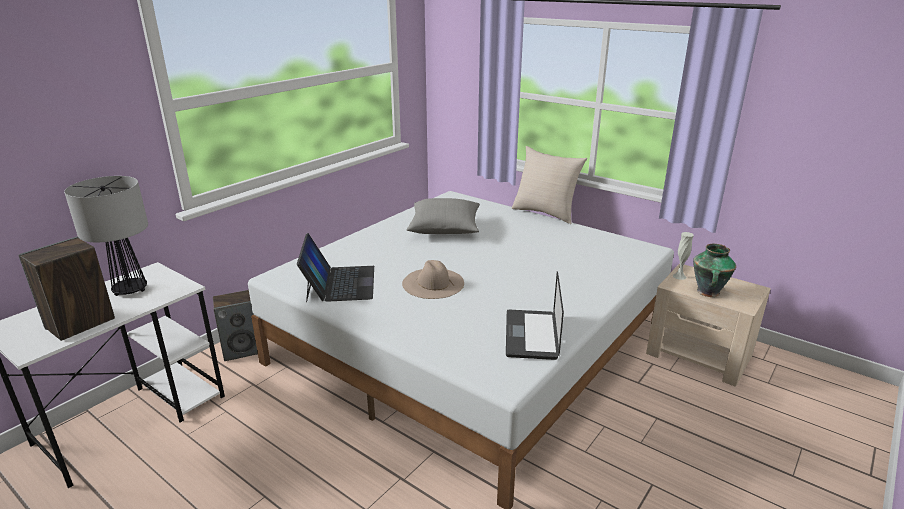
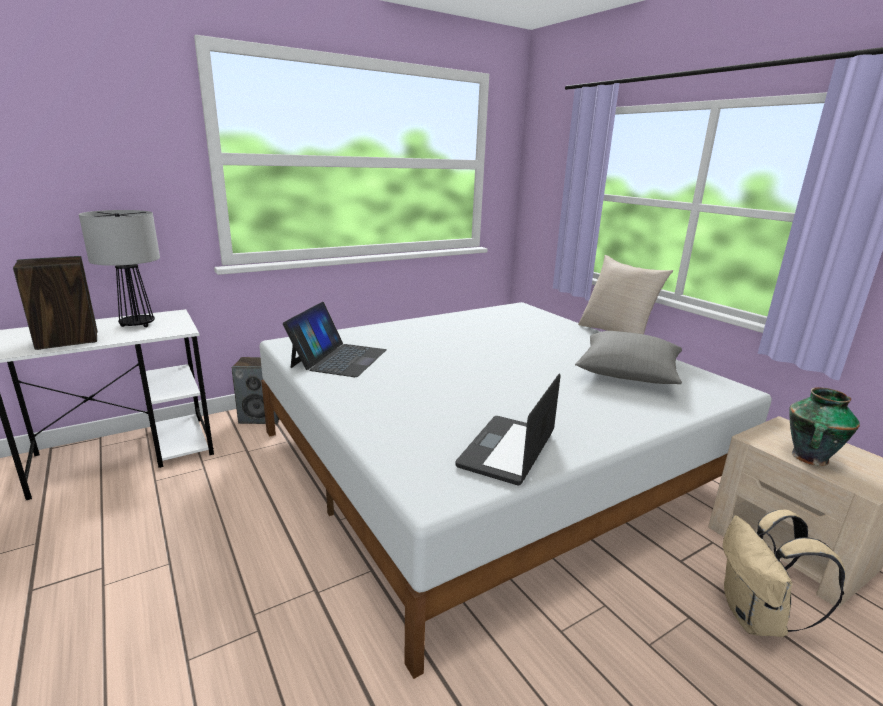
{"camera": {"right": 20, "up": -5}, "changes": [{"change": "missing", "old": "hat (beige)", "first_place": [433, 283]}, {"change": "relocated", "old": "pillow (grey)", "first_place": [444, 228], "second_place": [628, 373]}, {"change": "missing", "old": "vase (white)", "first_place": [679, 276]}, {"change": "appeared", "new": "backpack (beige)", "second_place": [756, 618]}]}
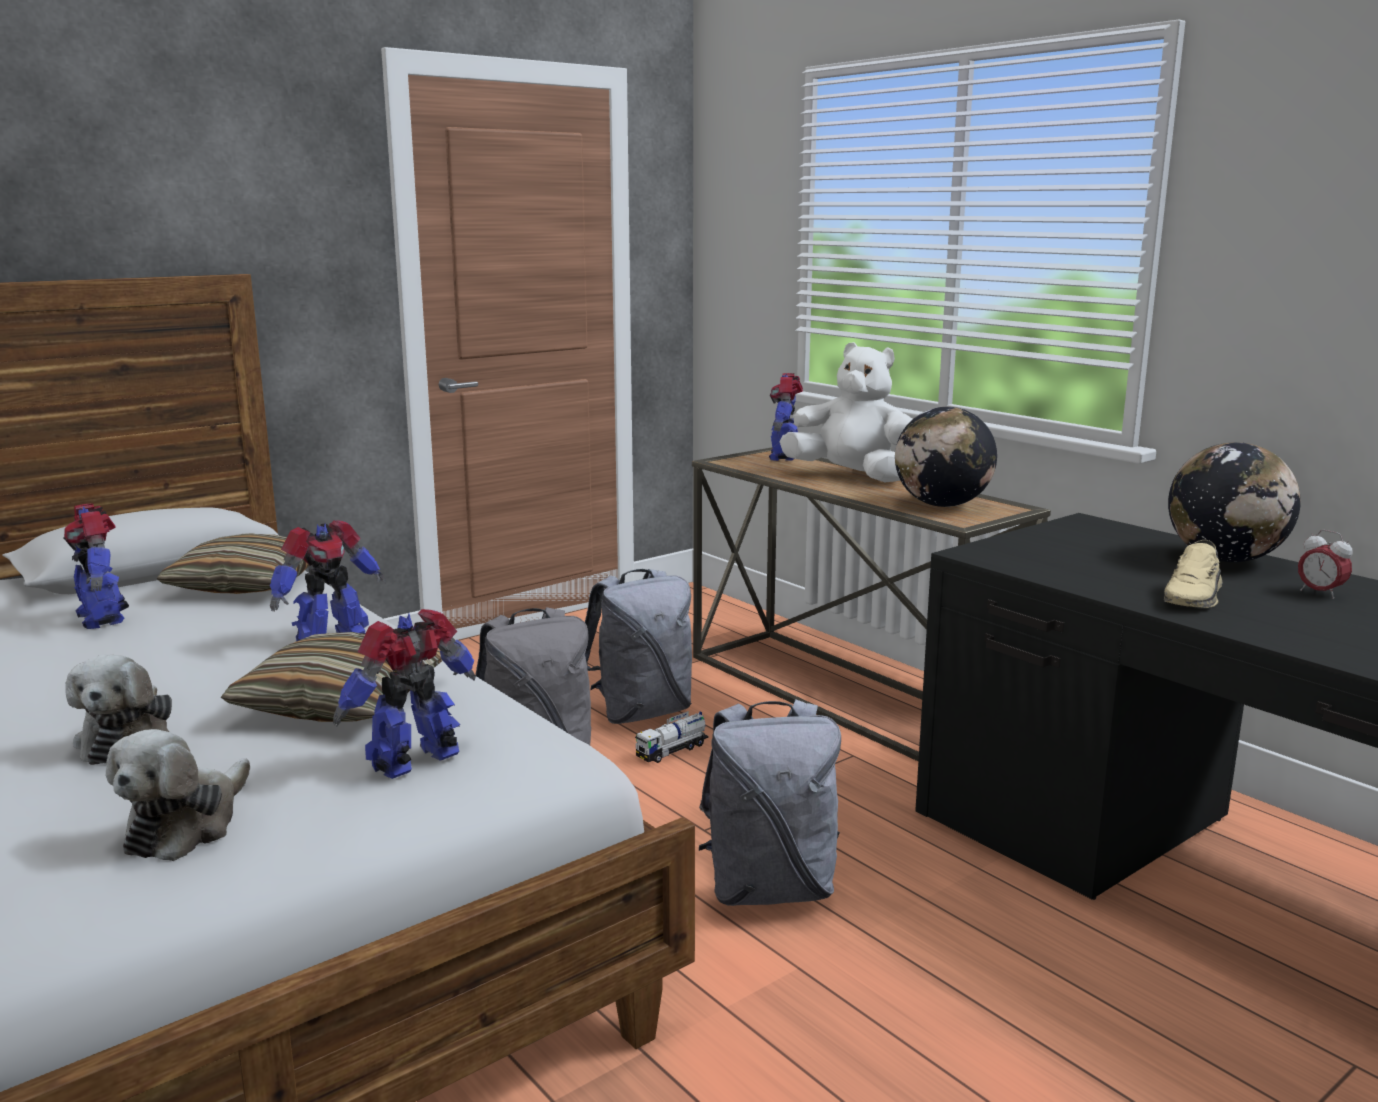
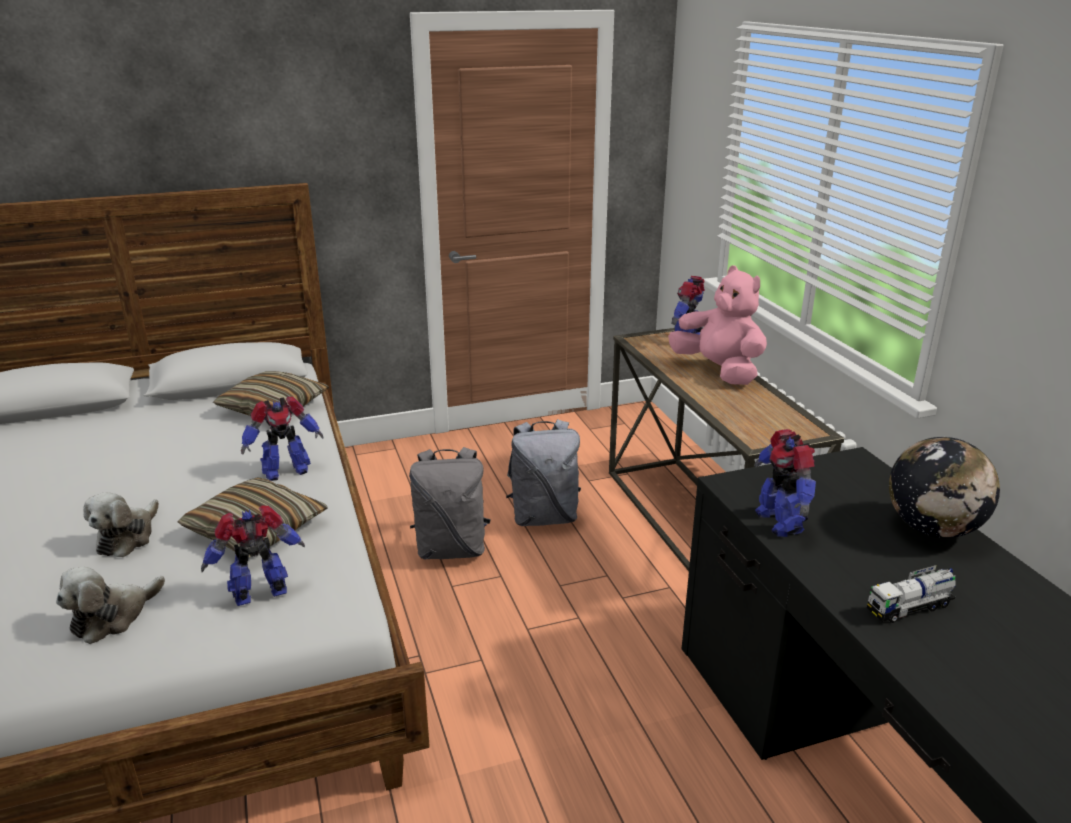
{"camera": {"right": 20, "up": 10}, "changes": [{"change": "relocated", "old": "toy robot", "first_place": [102, 617], "second_place": [780, 521]}, {"change": "relocated", "old": "toy truck", "first_place": [672, 751], "second_place": [909, 608]}, {"change": "missing", "old": "backpack (grey)", "first_place": [769, 888]}, {"change": "colour", "old": "plush toy (white)", "new": "plush toy (pink)", "first_place": [851, 476], "second_place": [718, 371]}, {"change": "missing", "old": "globe", "first_place": [942, 505]}, {"change": "missing", "old": "shoe (beige)", "first_place": [1195, 597]}, {"change": "missing", "old": "alarm clock", "first_place": [1320, 593]}]}
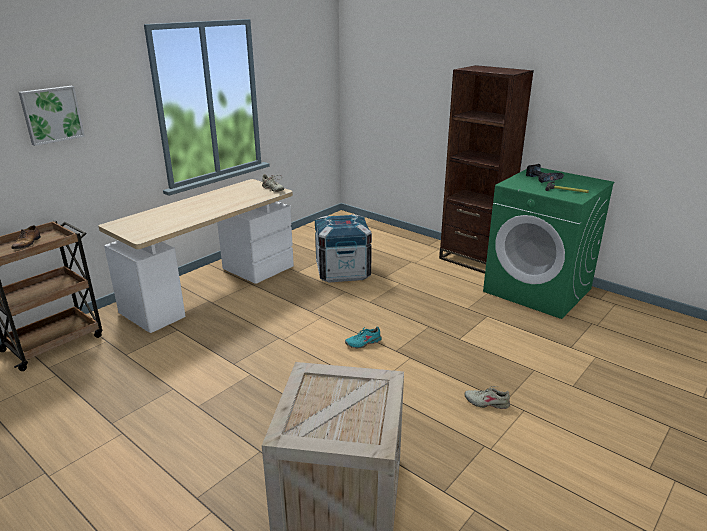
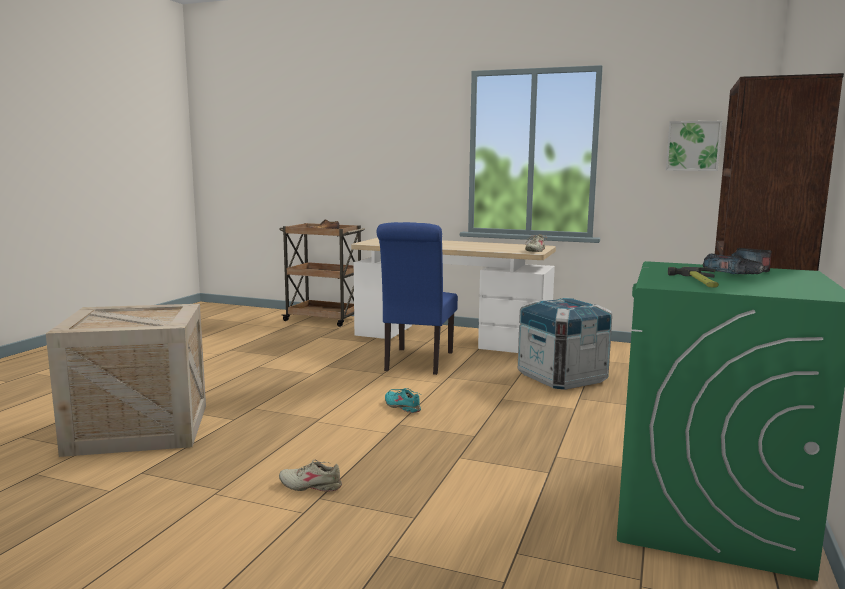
{"camera": {"right": 70, "up": -15}, "changes": [{"change": "relocated", "old": "picture", "first_place": [51, 114], "second_place": [693, 146]}, {"change": "spun", "old": "shoe (beige)", "first_place": [487, 402], "second_place": [311, 486], "degrees": -75}, {"change": "appeared", "new": "chair (blue)", "second_place": [417, 362]}]}
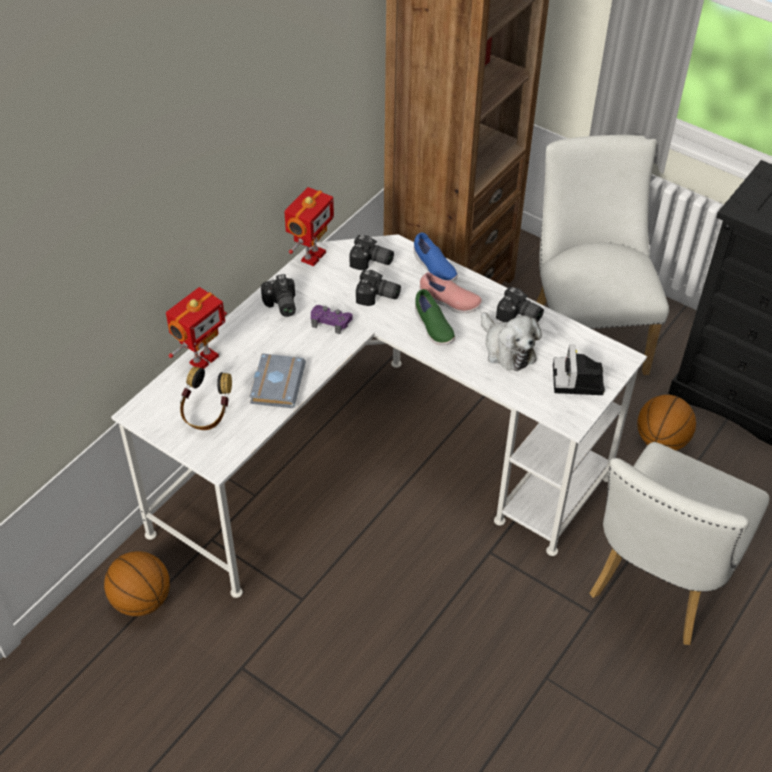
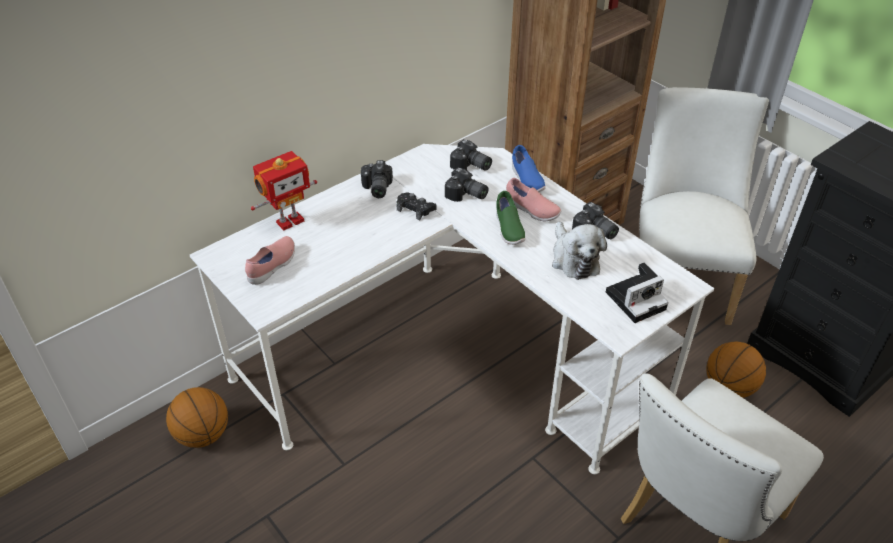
{"camera": {"right": 15, "up": -5}, "changes": [{"change": "exchanged", "old": "headphones", "new": "shoe (pink)", "first_place": [206, 413], "second_place": [273, 266]}, {"change": "missing", "old": "book (grey)", "first_place": [276, 383]}, {"change": "missing", "old": "toy robot", "first_place": [311, 256]}, {"change": "colour", "old": "game controller (purple)", "new": "game controller (black)", "first_place": [330, 322], "second_place": [415, 209]}, {"change": "spun", "old": "photo camera", "first_place": [578, 381], "second_place": [636, 299], "degrees": -135}]}
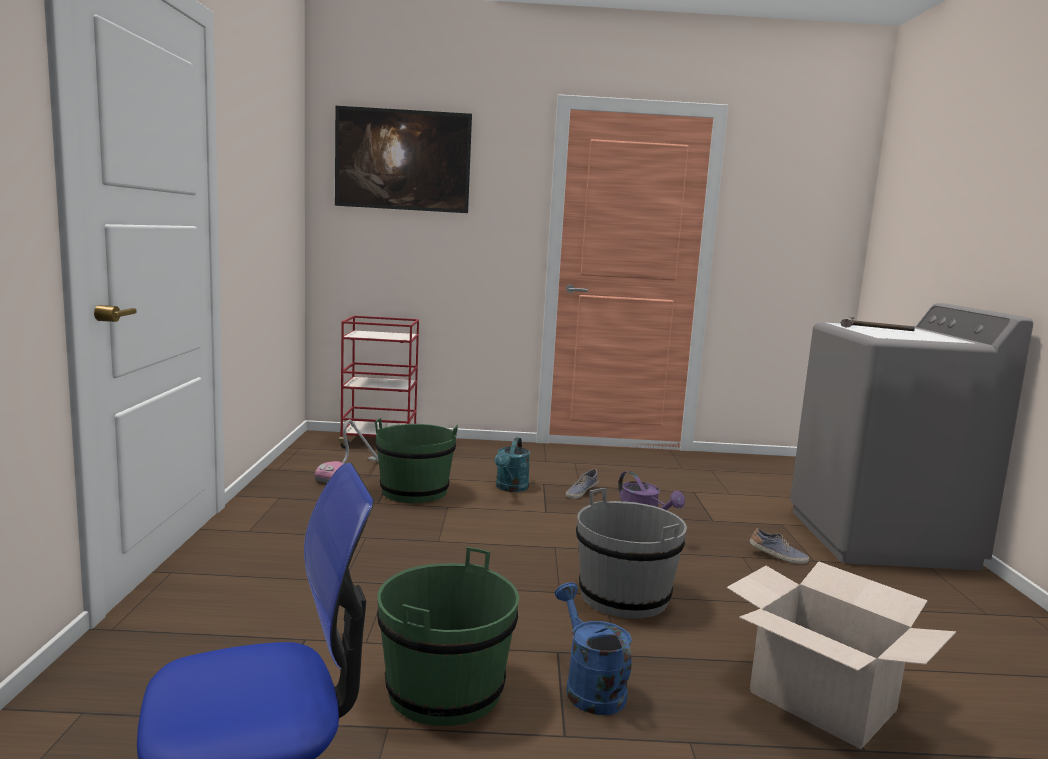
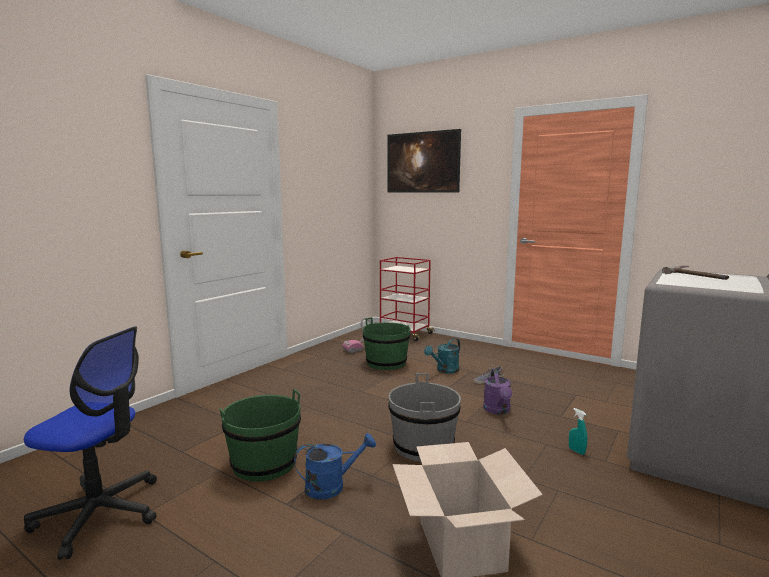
{"camera": {"right": 35, "up": 0}, "changes": [{"change": "spun", "old": "watering can (blue)", "first_place": [589, 687], "second_place": [332, 486], "degrees": 60}, {"change": "exchanged", "old": "shoe", "new": "spray bottle (turquoise)", "first_place": [778, 557], "second_place": [576, 451]}]}
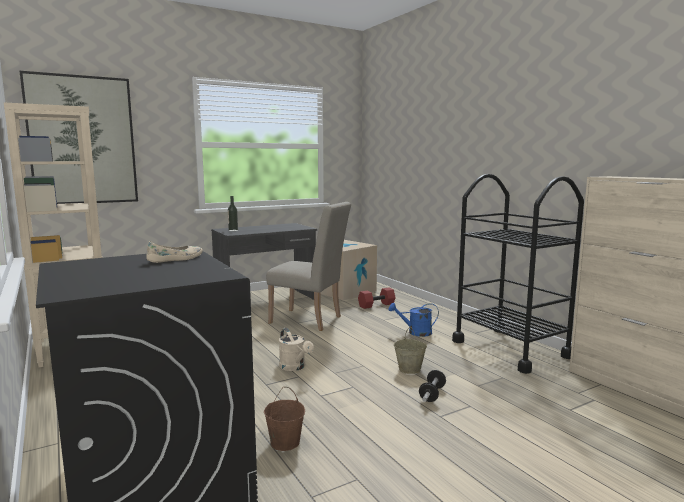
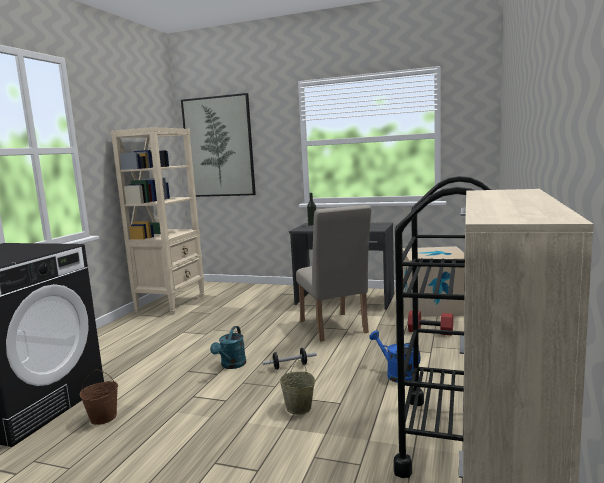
{"camera": {"right": 50, "up": 0}, "changes": [{"change": "missing", "old": "shoe (beige)", "first_place": [176, 259]}, {"change": "colour", "old": "watering can (beige)", "new": "watering can (turquoise)", "first_place": [295, 367], "second_place": [231, 365]}, {"change": "relocated", "old": "dumbbell", "first_place": [432, 394], "second_place": [290, 366]}]}
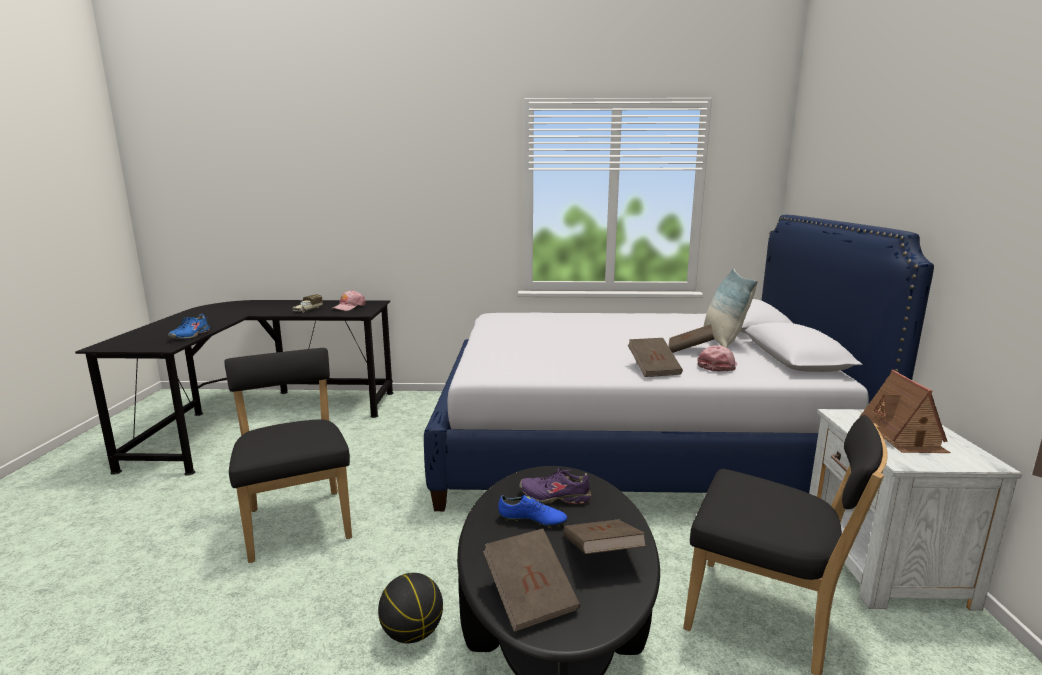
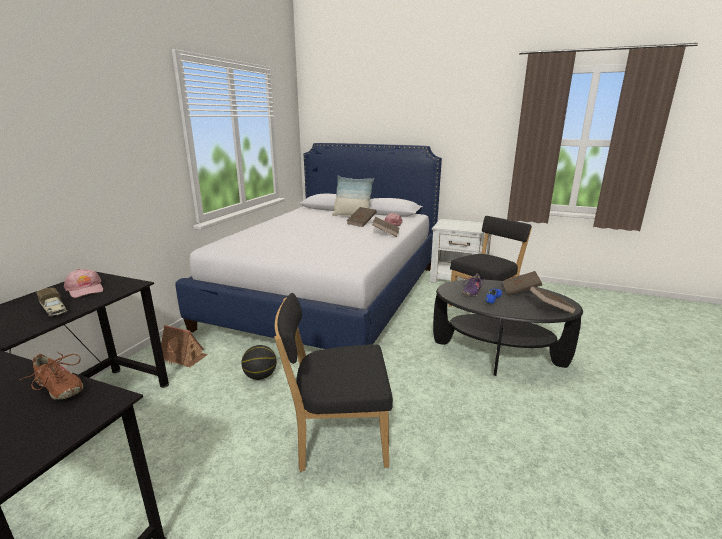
{"camera": {"right": -70, "up": 5}, "changes": [{"change": "colour", "old": "shoe (blue)", "new": "shoe (brown)", "first_place": [190, 335], "second_place": [58, 388]}, {"change": "relocated", "old": "basketball", "first_place": [412, 633], "second_place": [260, 376]}, {"change": "relocated", "old": "toy house", "first_place": [902, 436], "second_place": [183, 357]}]}
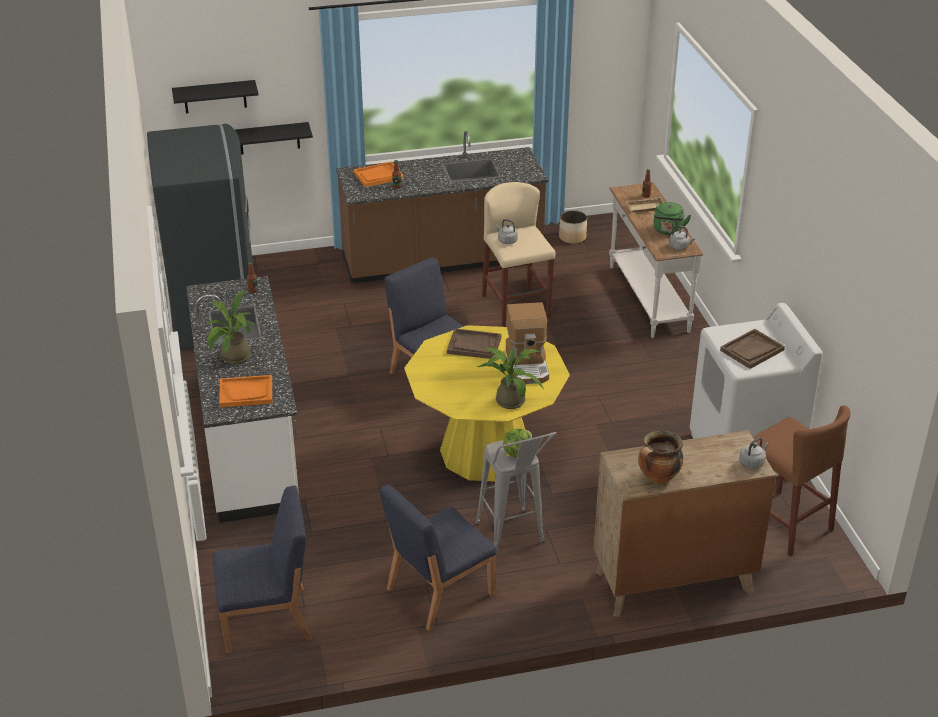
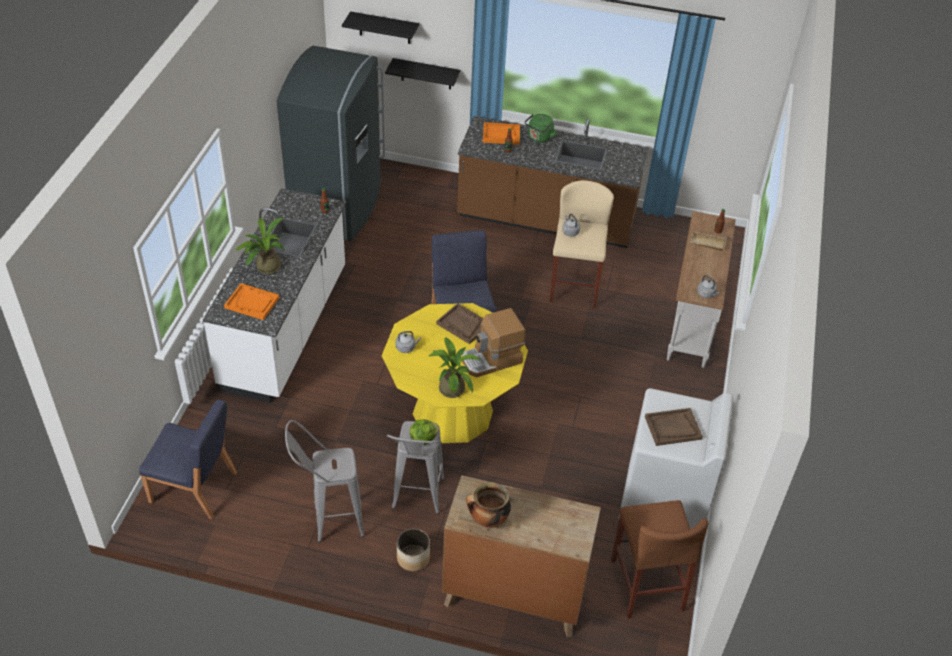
{"camera": {"right": 25, "up": 10}, "changes": [{"change": "exchanged", "old": "chair (blue)", "new": "stool (grey)", "first_place": [438, 591], "second_place": [329, 521]}, {"change": "spun", "old": "coffee machine", "first_place": [528, 364], "second_place": [492, 360], "degrees": 45}, {"change": "relocated", "old": "planter", "first_place": [572, 237], "second_place": [413, 558]}, {"change": "relocated", "old": "kettle (green)", "first_place": [668, 231], "second_place": [539, 138]}, {"change": "relocated", "old": "kettle (grey)", "first_place": [752, 462], "second_place": [406, 347]}]}
